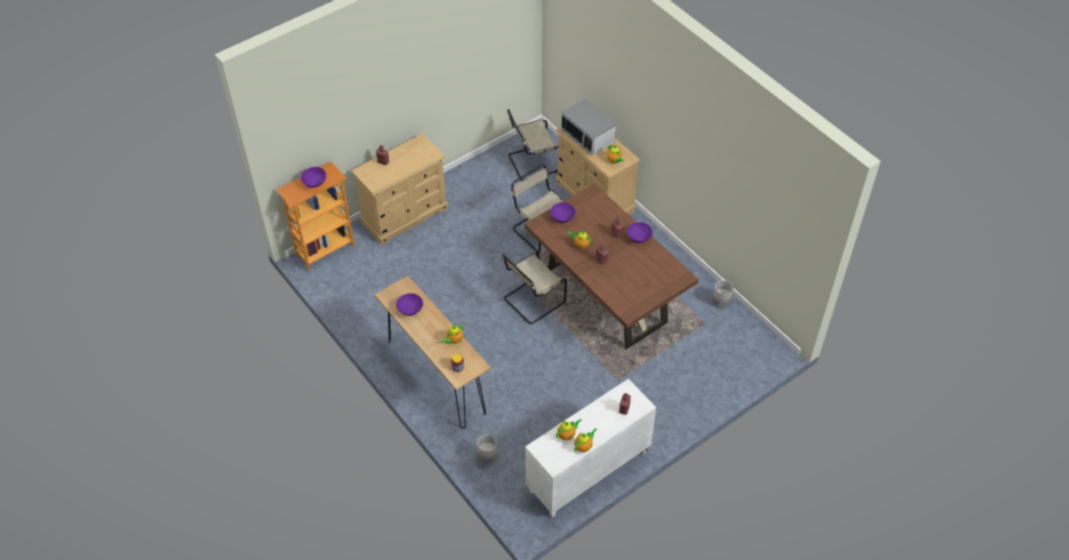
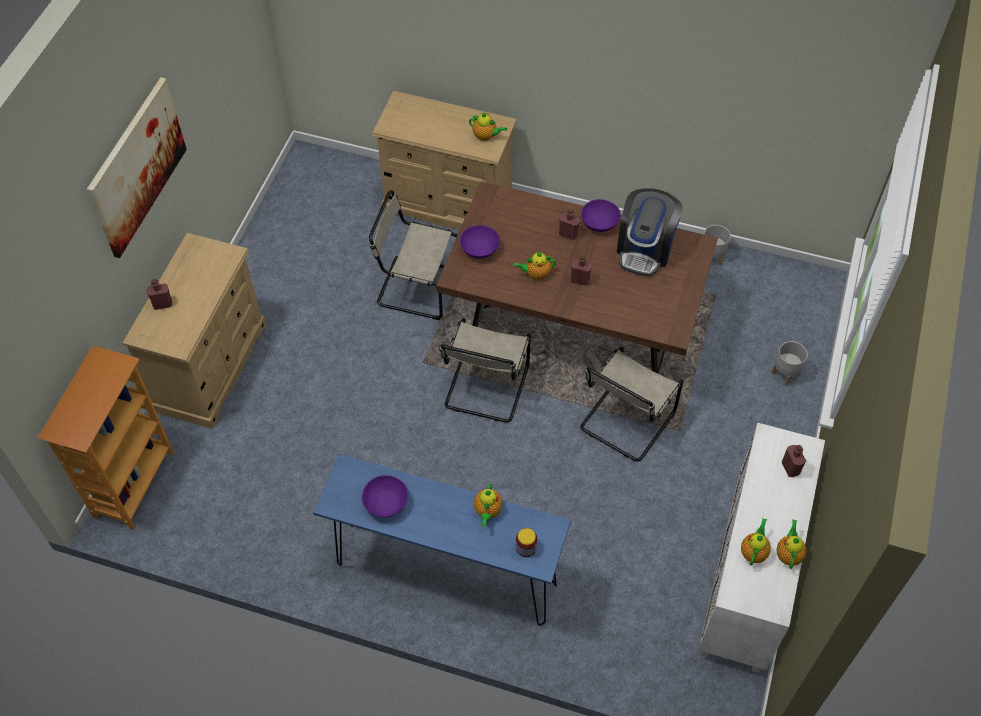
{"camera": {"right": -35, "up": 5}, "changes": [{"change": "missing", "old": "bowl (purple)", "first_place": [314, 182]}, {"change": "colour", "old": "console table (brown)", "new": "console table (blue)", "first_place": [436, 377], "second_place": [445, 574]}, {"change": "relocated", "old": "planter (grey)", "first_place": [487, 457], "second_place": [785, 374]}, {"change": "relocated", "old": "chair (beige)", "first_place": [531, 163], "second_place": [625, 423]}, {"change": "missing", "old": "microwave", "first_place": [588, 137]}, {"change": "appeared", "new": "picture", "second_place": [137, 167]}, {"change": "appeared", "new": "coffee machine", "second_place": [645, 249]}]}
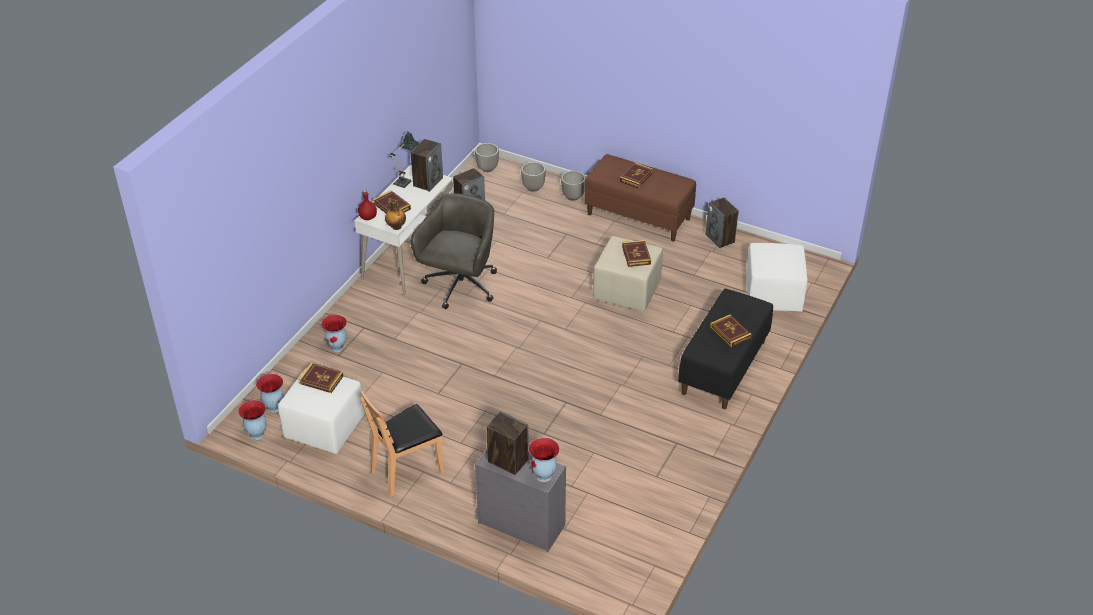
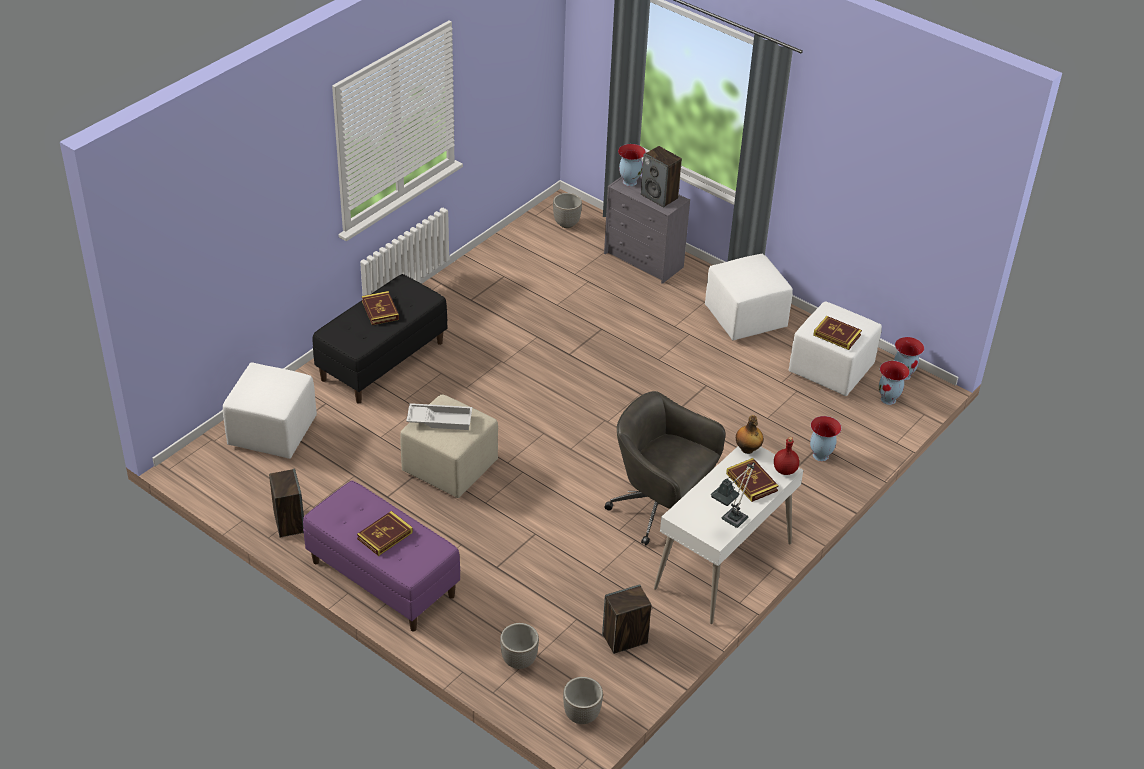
{"camera": {"right": -170, "up": 0}, "changes": [{"change": "exchanged", "old": "chair (brown)", "new": "ottoman (white)", "first_place": [407, 470], "second_place": [746, 318]}, {"change": "missing", "old": "speaker", "first_place": [428, 182]}, {"change": "spun", "old": "office chair (grey)", "first_place": [460, 286], "second_place": [661, 510], "degrees": 90}, {"change": "relocated", "old": "planter", "first_place": [573, 197], "second_place": [566, 223]}, {"change": "colour", "old": "bench (brown)", "new": "bench (purple)", "first_place": [639, 216], "second_place": [382, 579]}, {"change": "exchanged", "old": "book", "new": "tray (white)", "first_place": [636, 255], "second_place": [440, 419]}]}
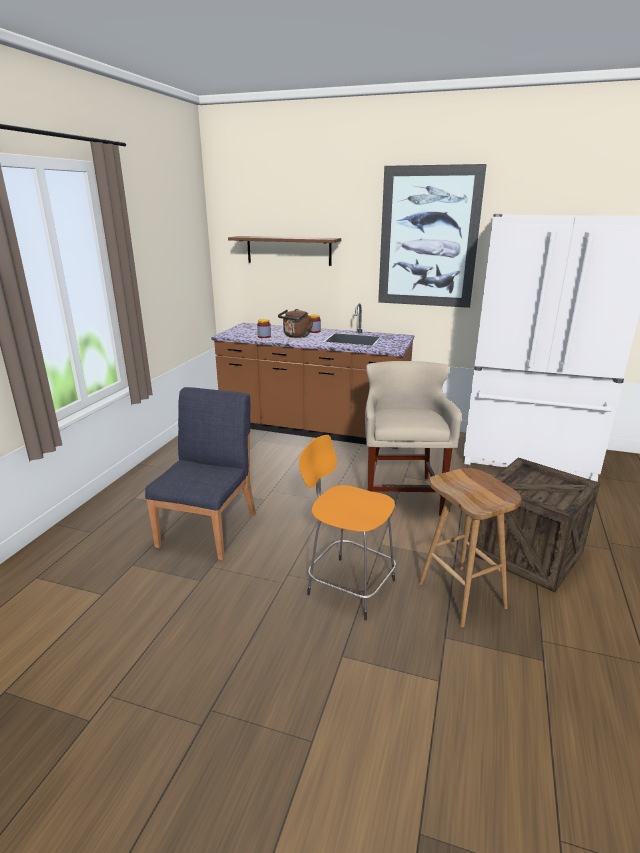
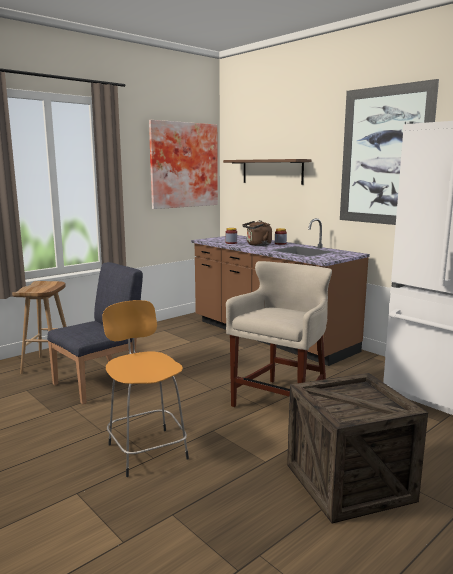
{"camera": {"right": 30, "up": -10}, "changes": [{"change": "relocated", "old": "stool (brown)", "first_place": [463, 595], "second_place": [48, 365]}, {"change": "appeared", "new": "picture", "second_place": [182, 165]}]}
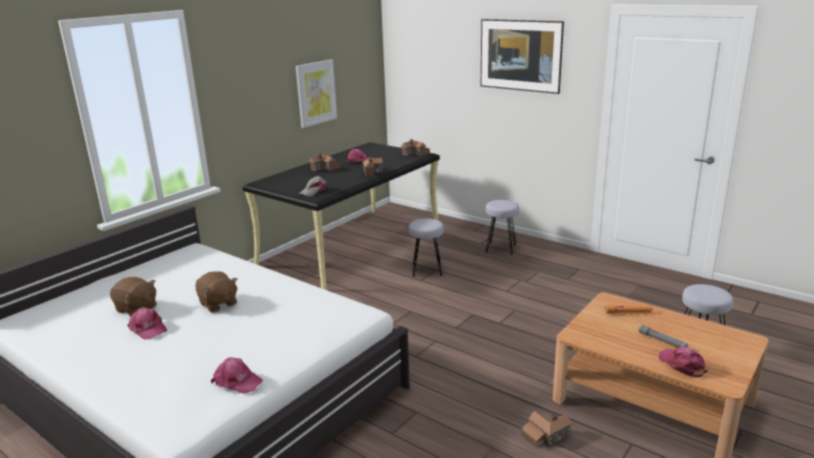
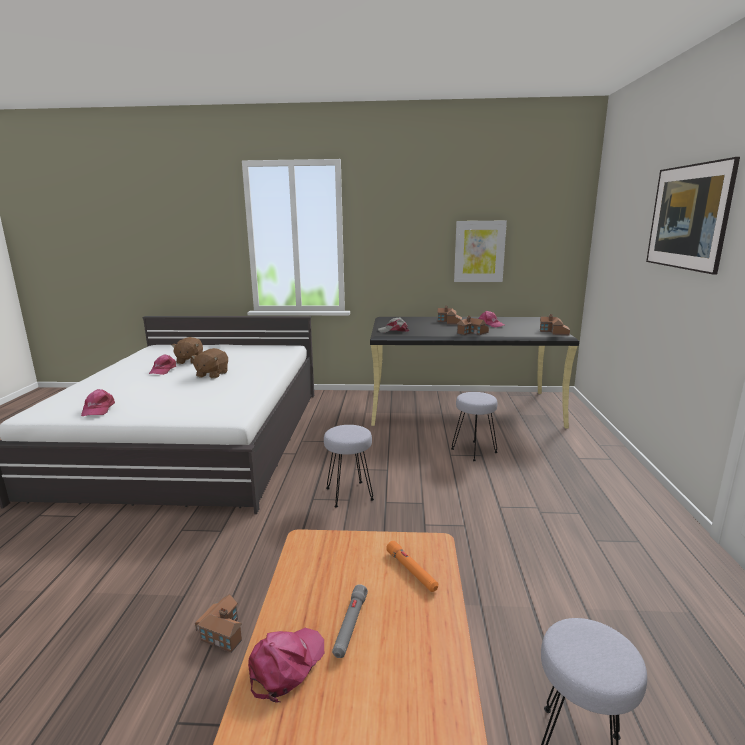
{"camera": {"right": 55, "up": -5}, "changes": [{"change": "relocated", "old": "stool (grey)", "first_place": [501, 248], "second_place": [349, 494]}]}
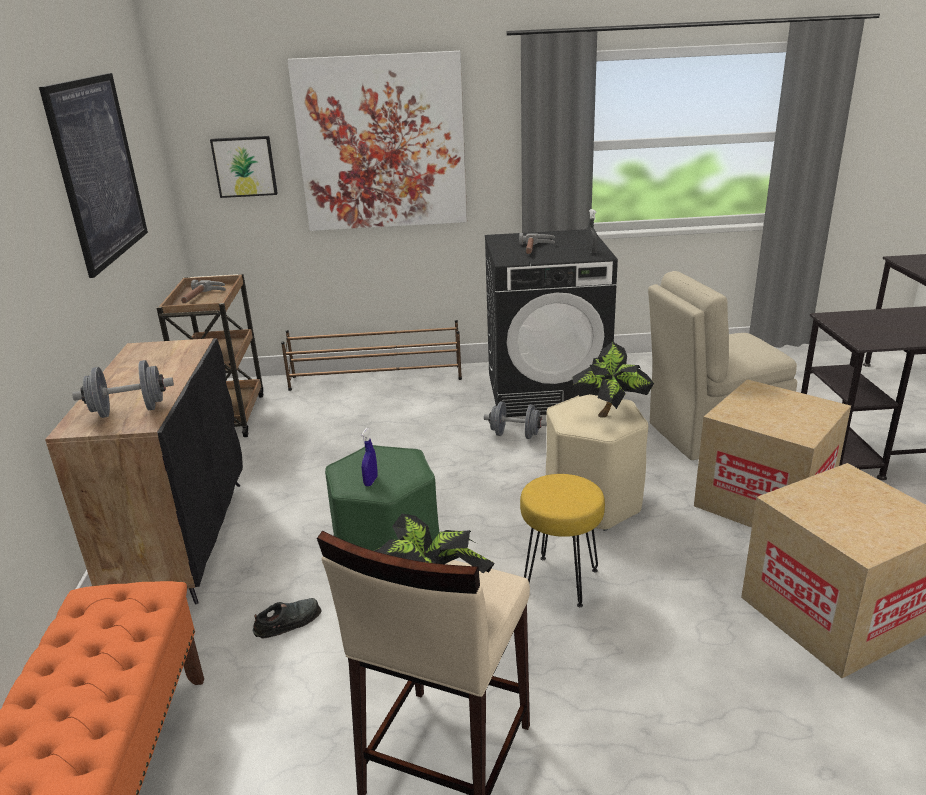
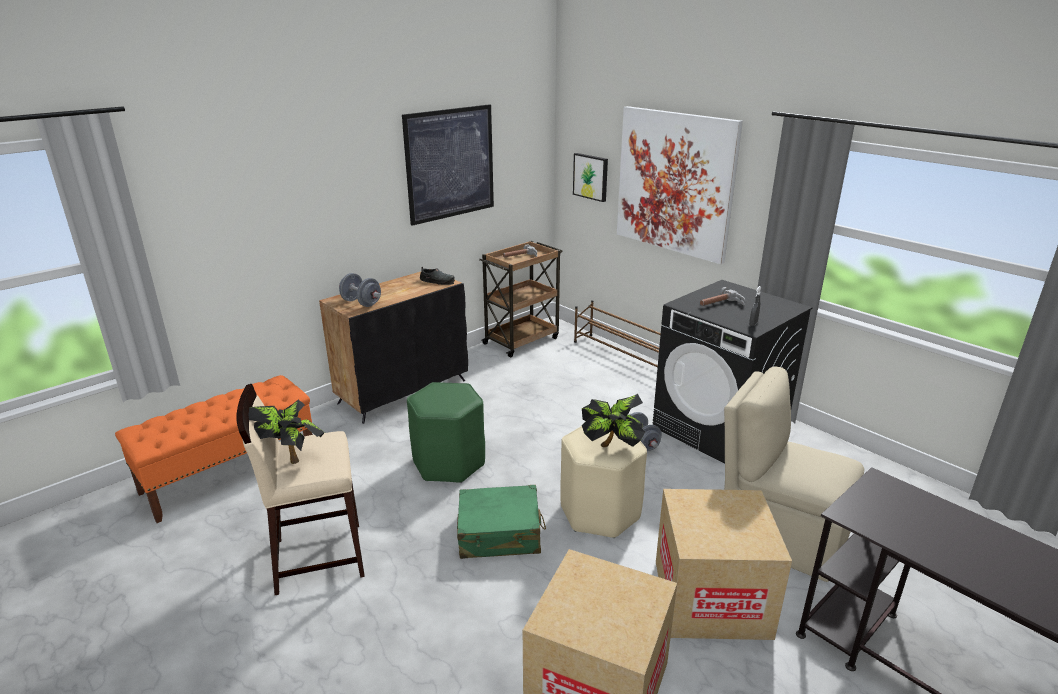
{"camera": {"right": 50, "up": 0}, "changes": [{"change": "relocated", "old": "shoe (black)", "first_place": [288, 621], "second_place": [437, 281]}, {"change": "missing", "old": "spray bottle (blue)", "first_place": [371, 481]}, {"change": "exchanged", "old": "stool (yellow)", "new": "suitcase (green)", "first_place": [560, 580], "second_place": [500, 534]}]}
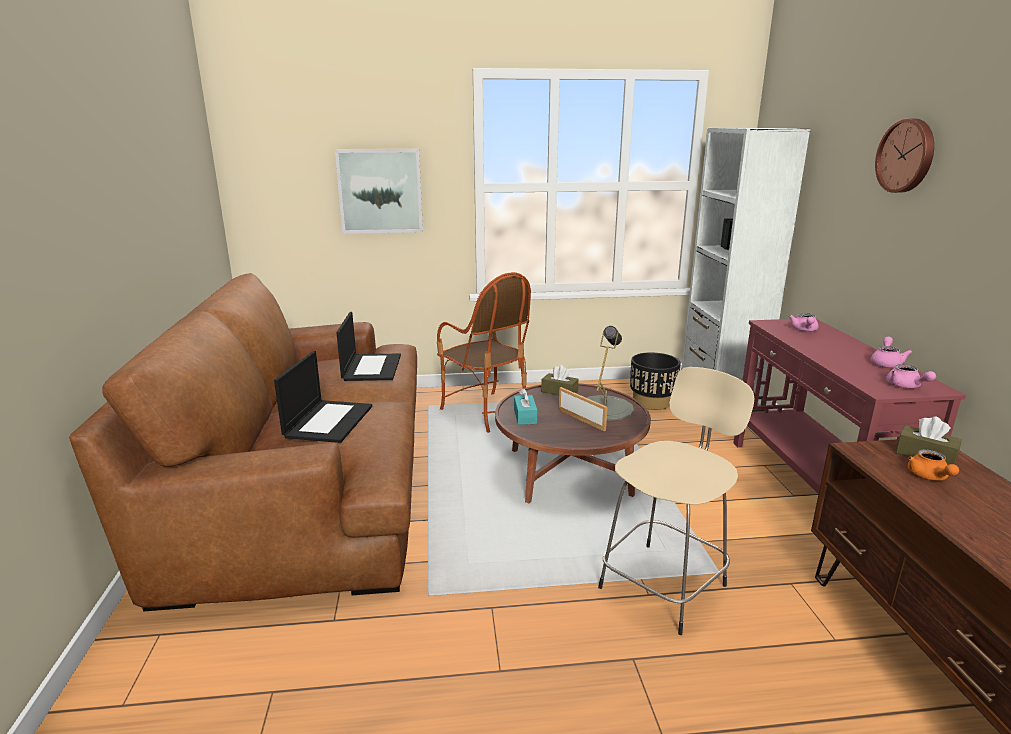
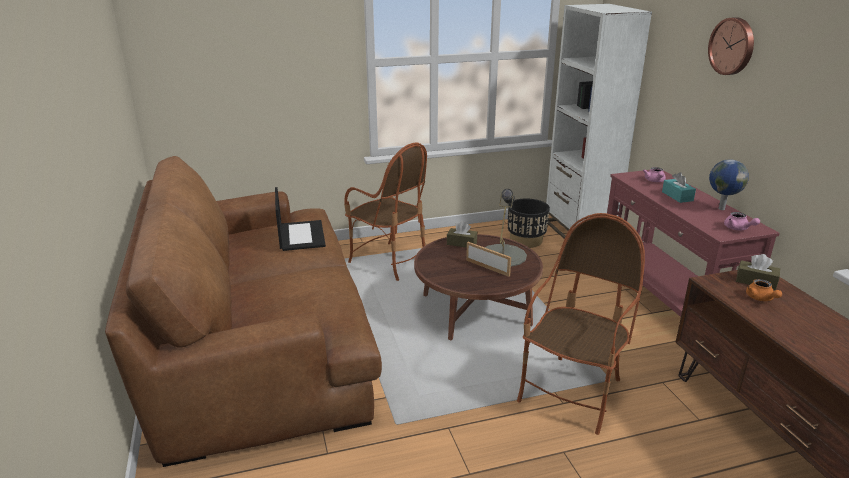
{"camera": {"right": -10, "up": 5}, "changes": [{"change": "missing", "old": "laptop", "first_place": [328, 421]}, {"change": "missing", "old": "picture", "first_place": [380, 191]}, {"change": "relocated", "old": "tissue box (turquoise)", "first_place": [525, 416], "second_place": [677, 196]}, {"change": "exchanged", "old": "stool (beige)", "new": "armchair", "first_place": [665, 584], "second_place": [573, 393]}, {"change": "exchanged", "old": "teapot (pink)", "new": "globe", "first_place": [886, 363], "second_place": [720, 208]}]}
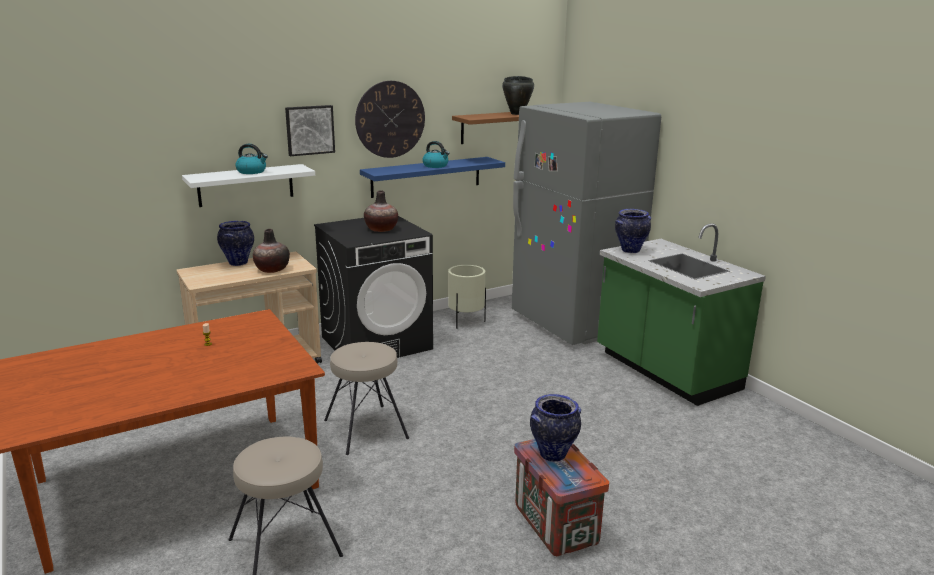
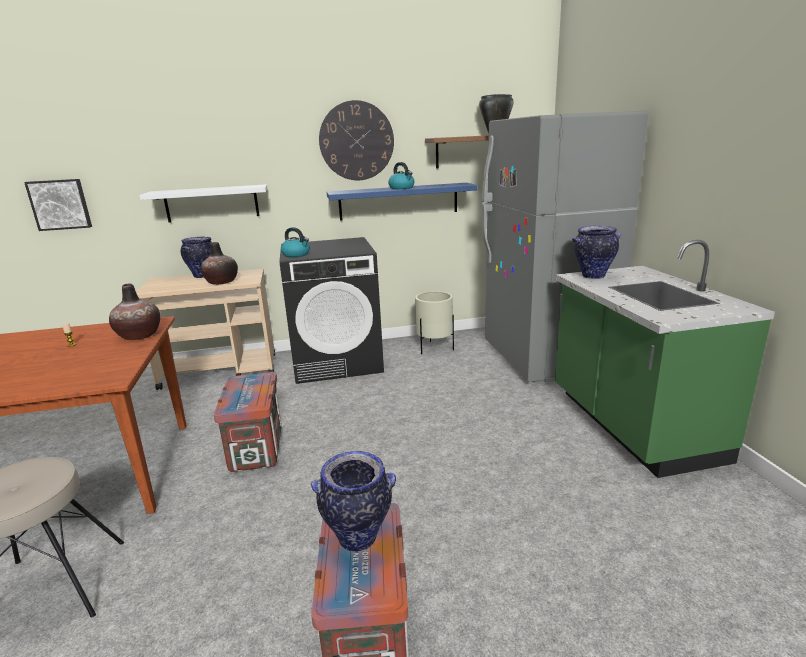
{"camera": {"right": 20, "up": 0}, "changes": [{"change": "relocated", "old": "kettle", "first_place": [252, 171], "second_place": [296, 254]}, {"change": "relocated", "old": "picture", "first_place": [309, 130], "second_place": [60, 204]}, {"change": "exchanged", "old": "stool (beige)", "new": "crate", "first_place": [366, 428], "second_place": [257, 449]}, {"change": "relocated", "old": "vase", "first_place": [381, 229], "second_place": [139, 335]}]}
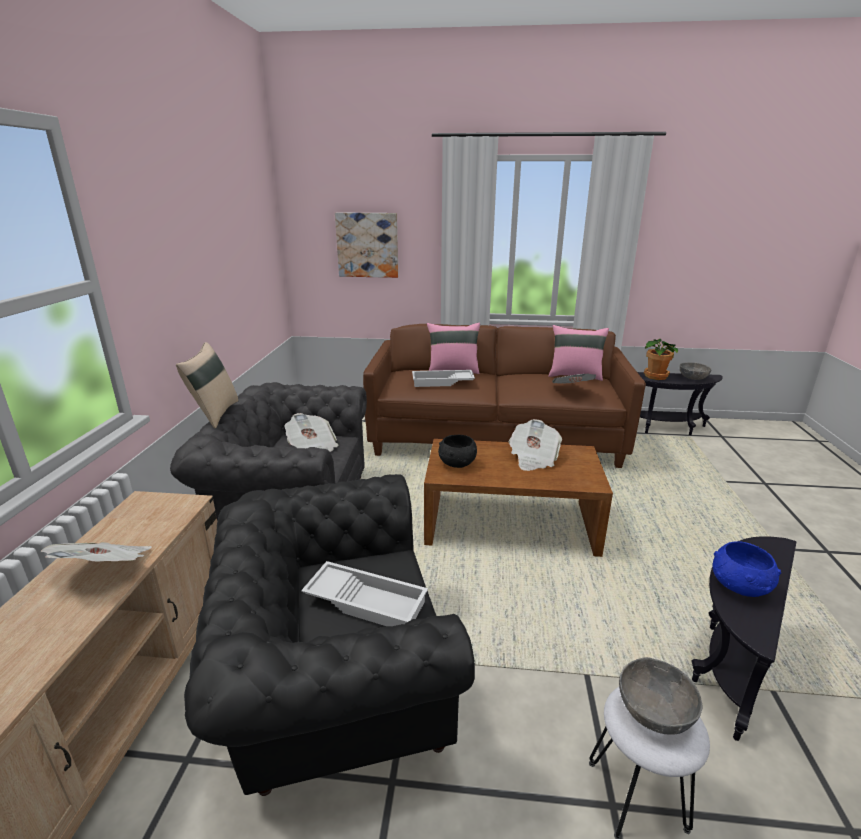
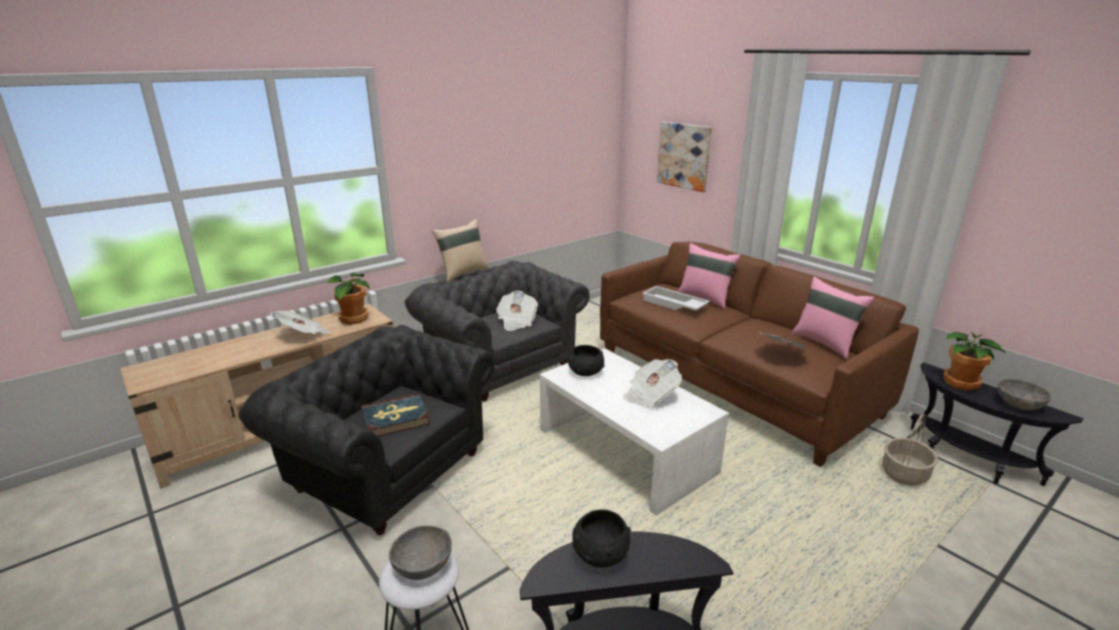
{"camera": {"right": 45, "up": 0}, "changes": [{"change": "exchanged", "old": "tray (white)", "new": "book", "first_place": [367, 601], "second_place": [395, 418]}, {"change": "colour", "old": "coffee table (brown)", "new": "coffee table (white)", "first_place": [510, 522], "second_place": [626, 450]}, {"change": "colour", "old": "bowl (blue)", "new": "bowl (black)", "first_place": [739, 586], "second_place": [600, 555]}, {"change": "appeared", "new": "potted plant", "second_place": [353, 319]}, {"change": "appeared", "new": "basket", "second_place": [905, 474]}]}
